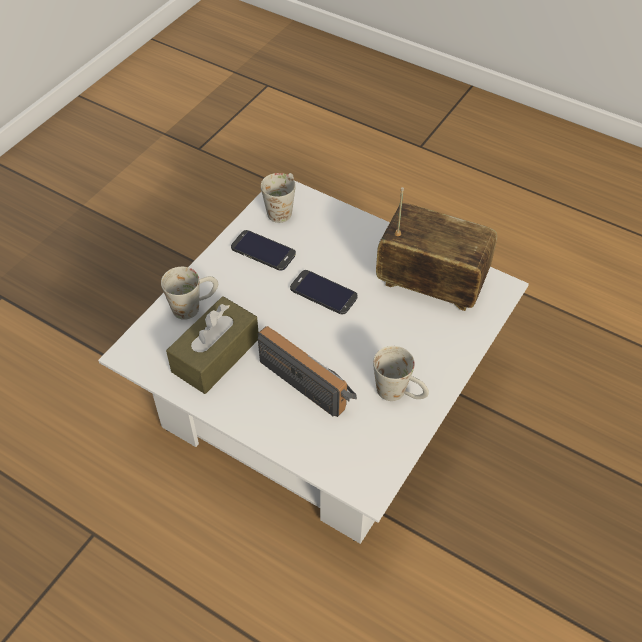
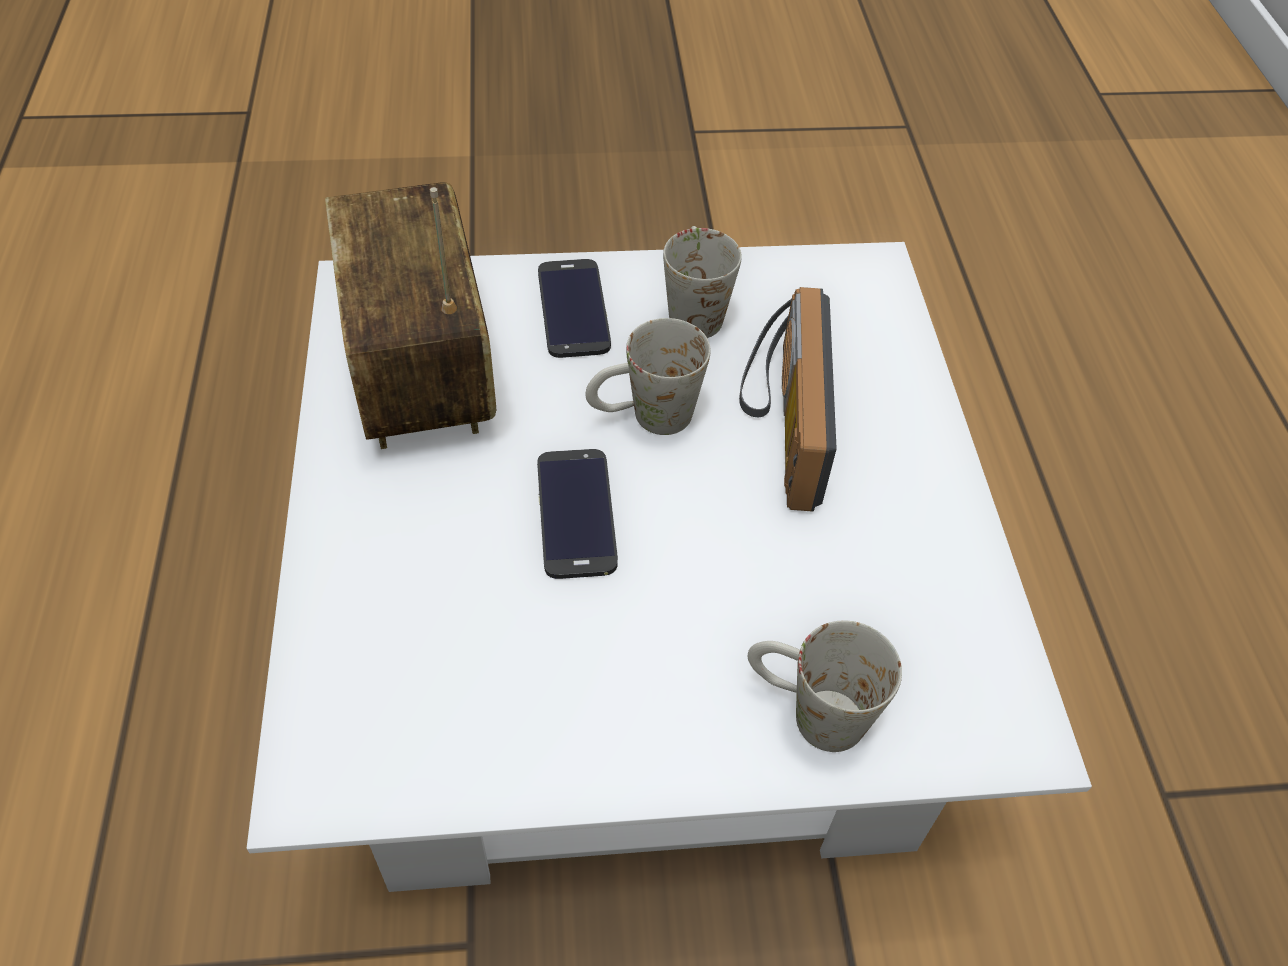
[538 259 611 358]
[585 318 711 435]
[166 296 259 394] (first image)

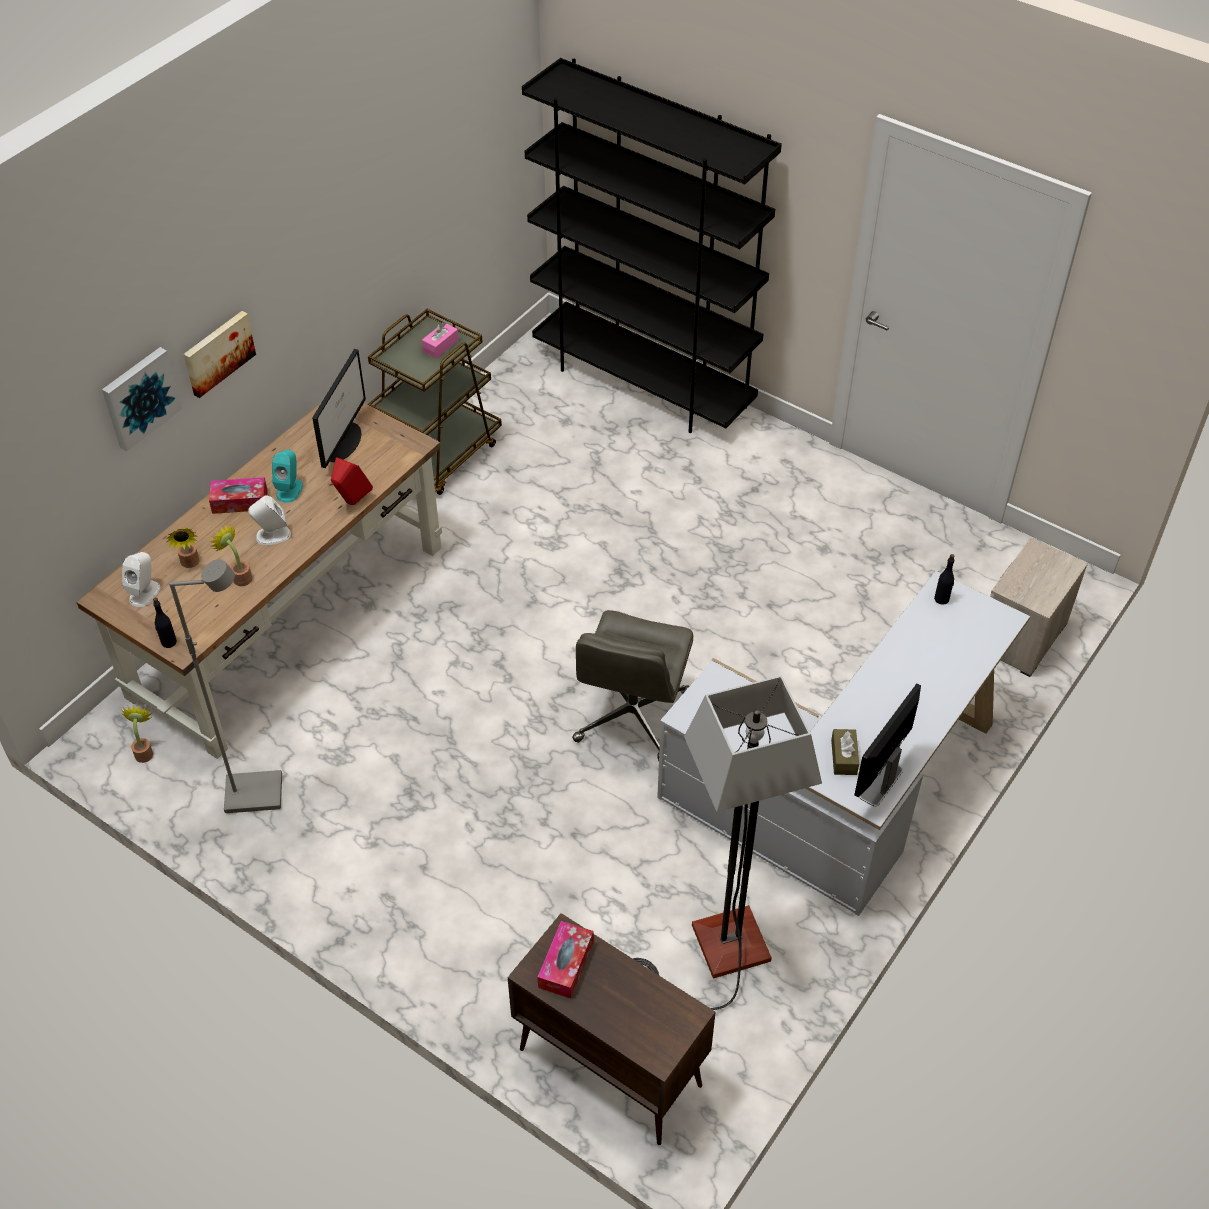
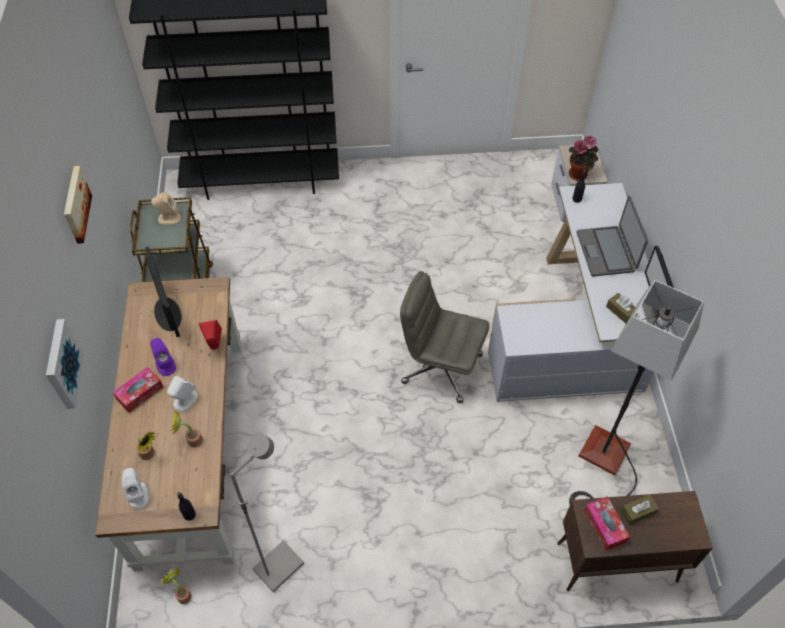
[64 166 92 244]
[150 338 176 376]
[151 192 181 225]
[400 271 489 403]
[569 136 599 181]
[577 196 648 277]
[620 494 659 525]

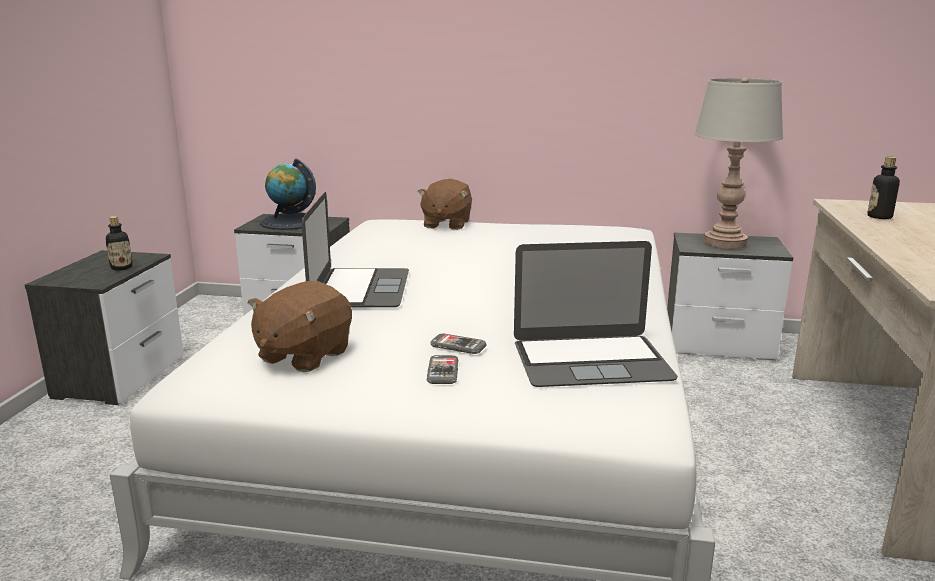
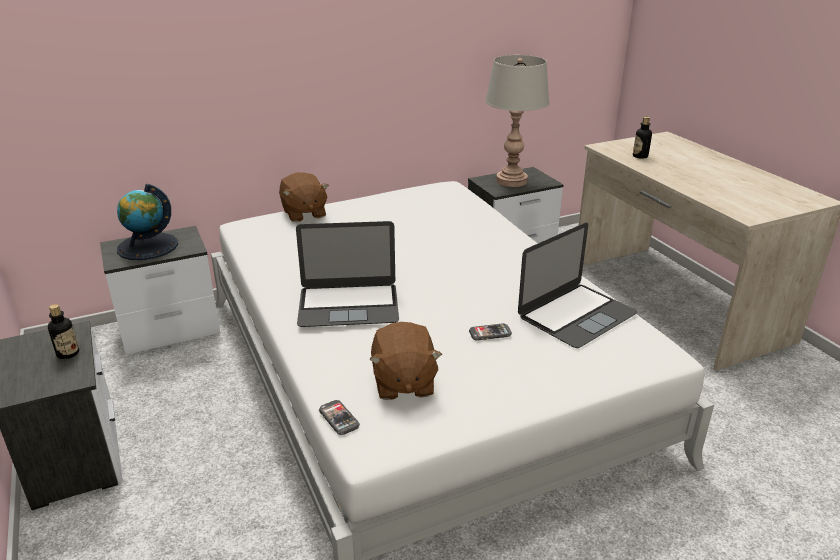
[296 221 399 327]
[319 400 360 435]

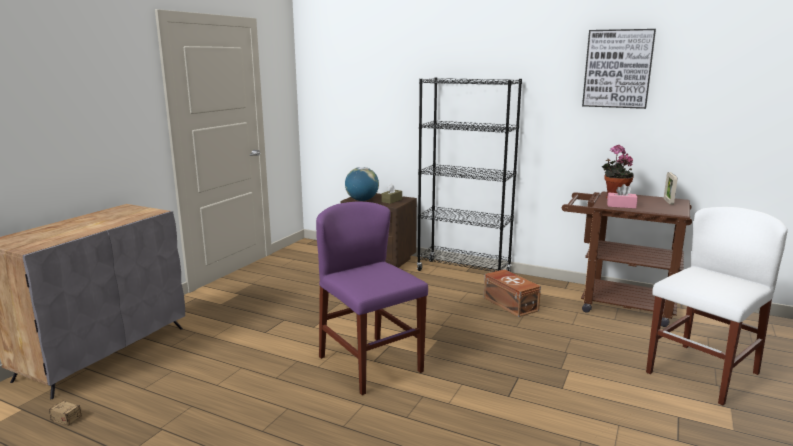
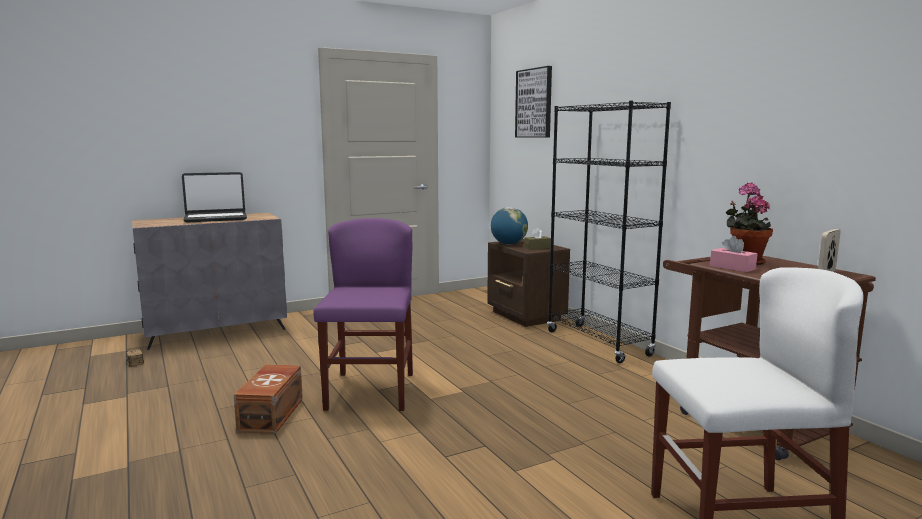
[182 172 247 223]
[234 365 303 434]
[515 66 552 138]

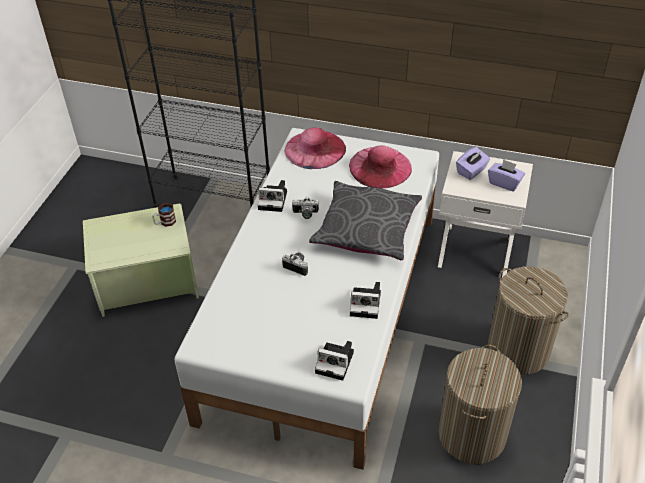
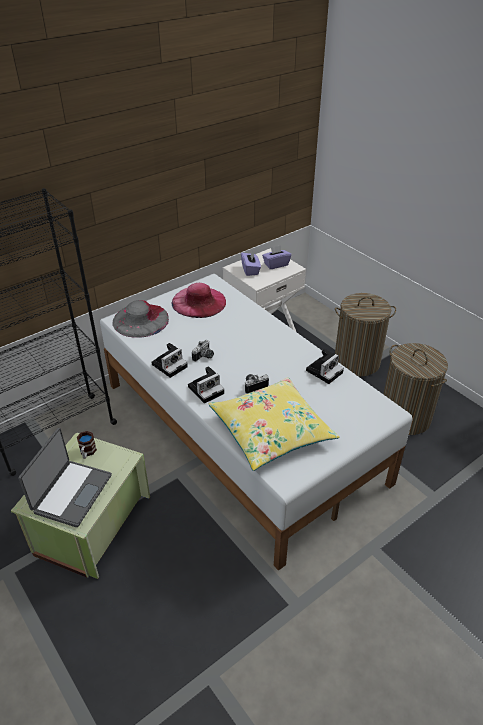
[18 428 112 527]
[113 300 169 338]
[188 366 224 403]
[209 377 340 471]
[309 181 422 260] (first image)

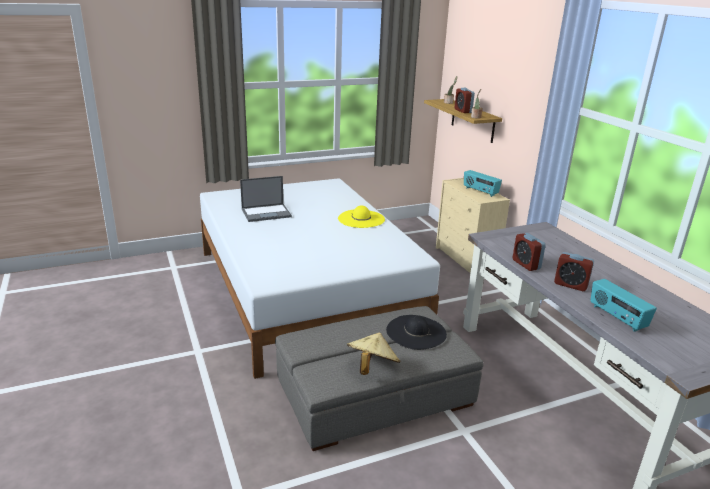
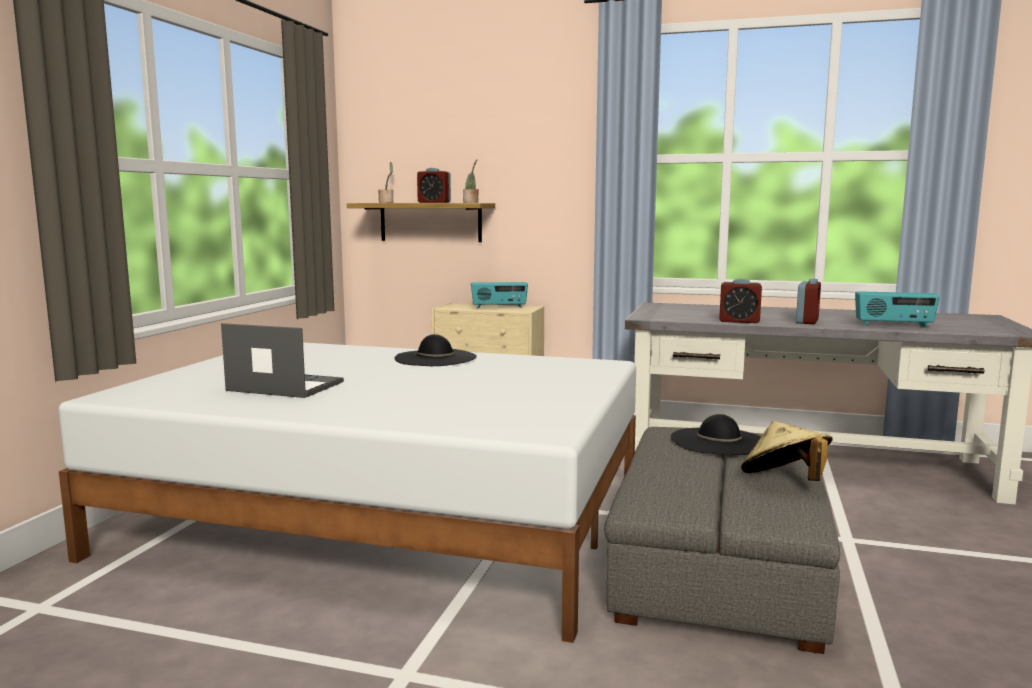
[221 323 344 398]
[395 334 477 366]
[796 279 821 324]

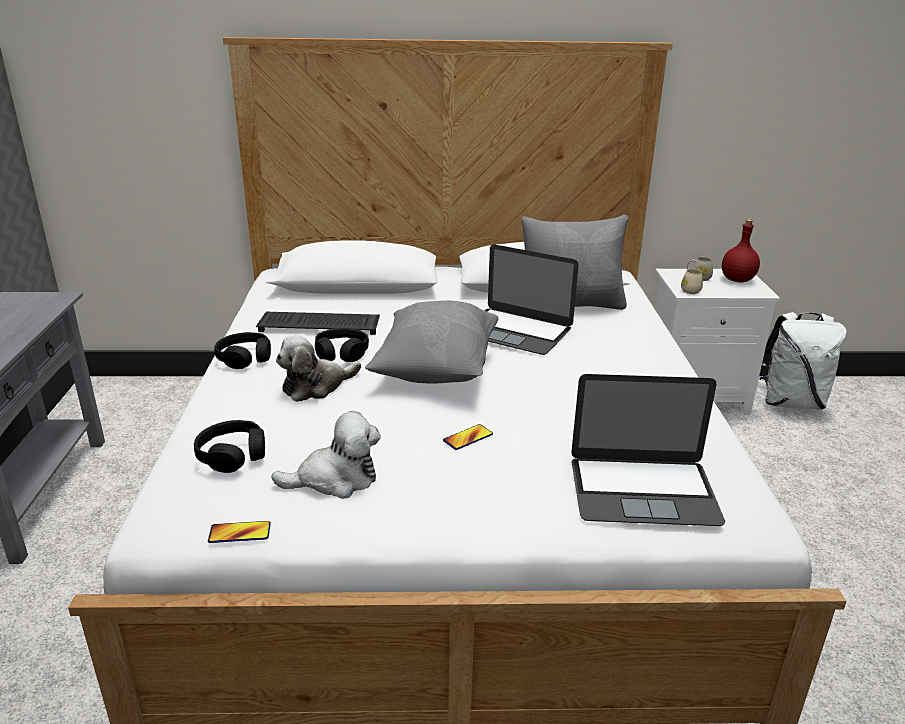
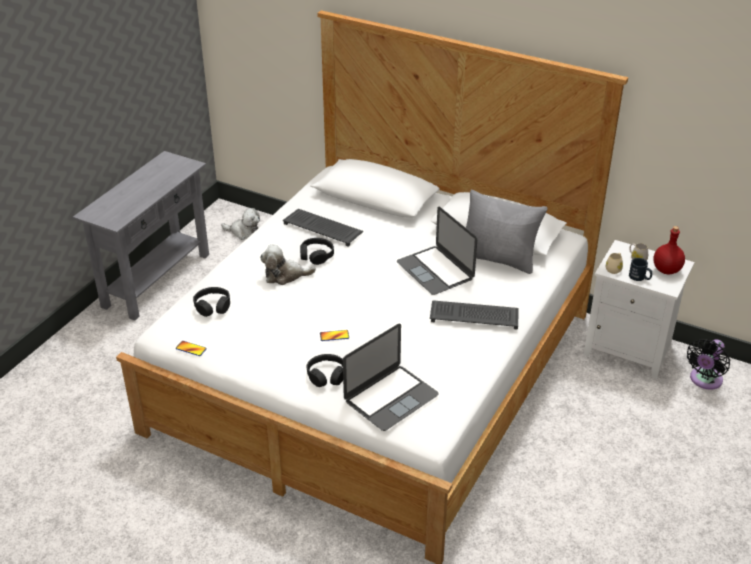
[221 208 260 240]
[307 354 343 387]
[343 324 439 431]
[430 300 519 330]
[629 258 653 281]
[687 339 730 390]
[365 300 499 383] (first image)

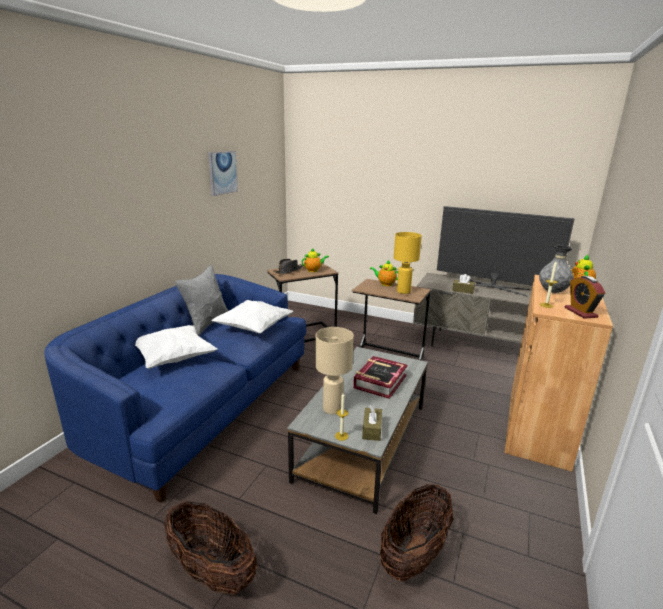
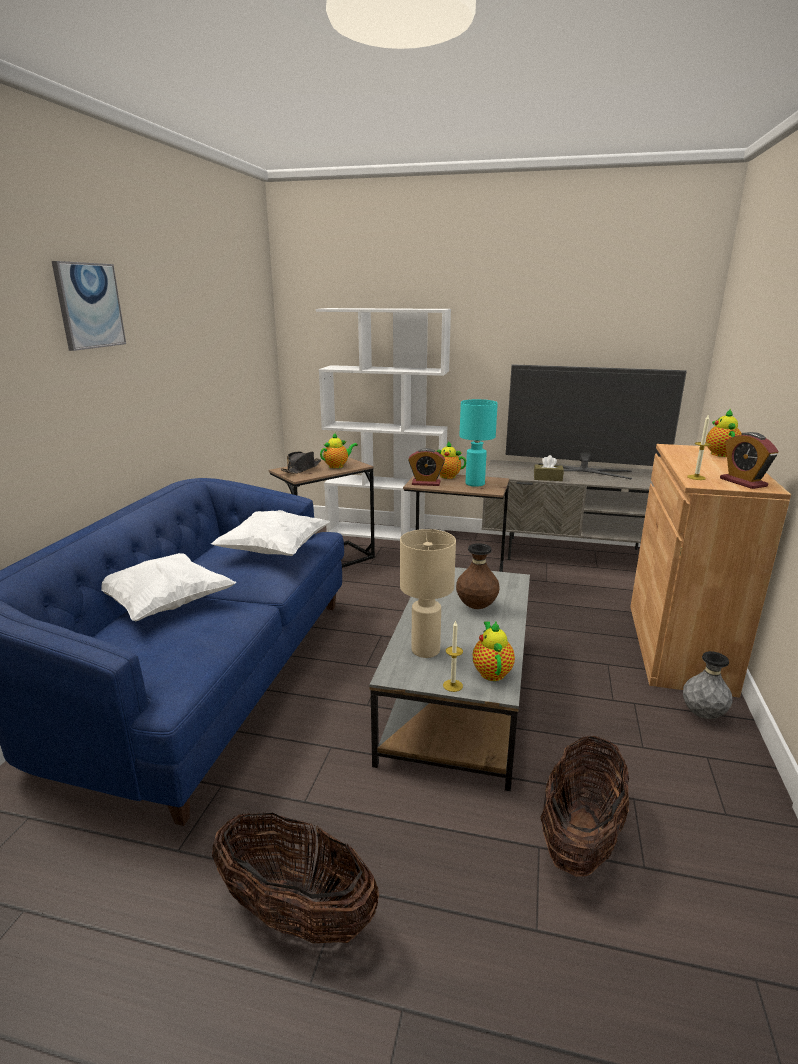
[52 261 126 351]
[316 308 451 541]
[408 448 445 486]
[456 543 500 609]
[459 399 498 487]
[473 621 515 681]
[683 651 733 719]
[175 265 228 336] (first image)

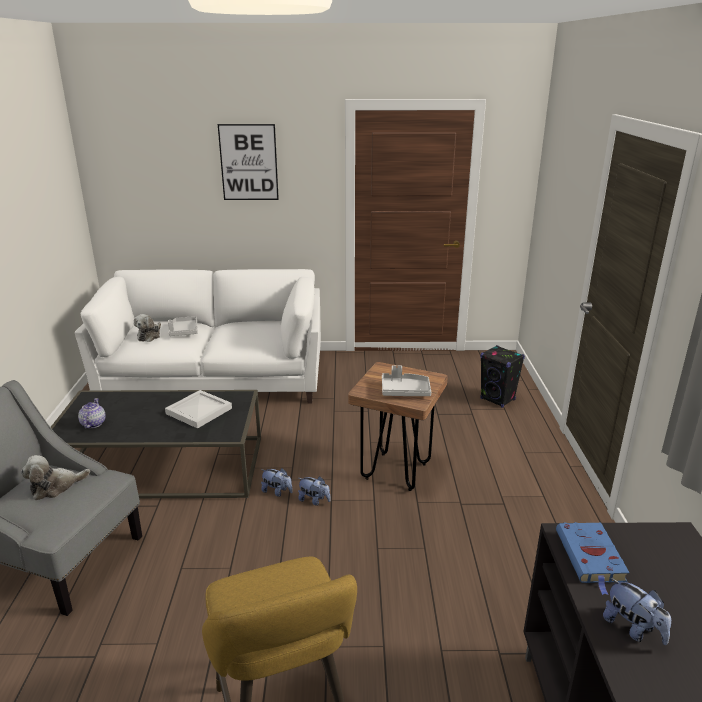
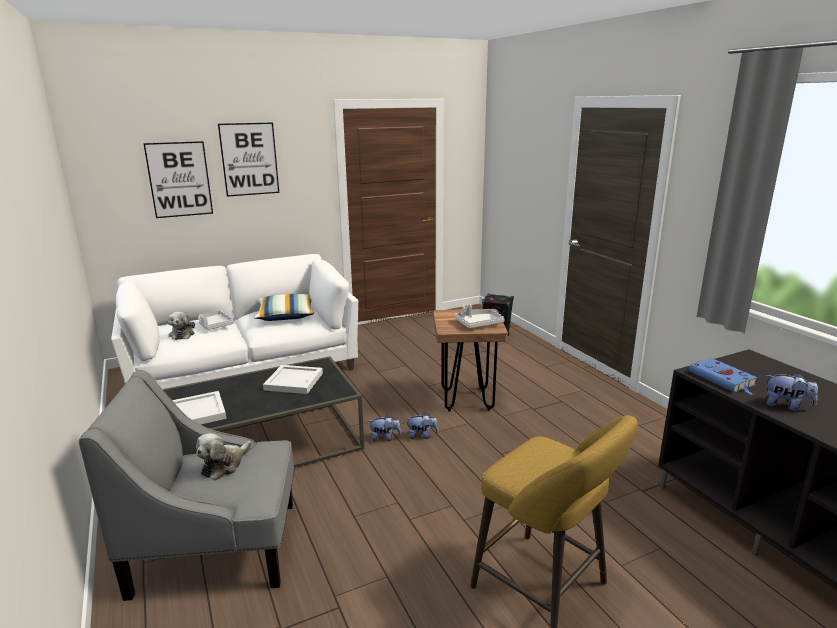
[143 141 213 218]
[172 391 226 425]
[254 294 314 321]

